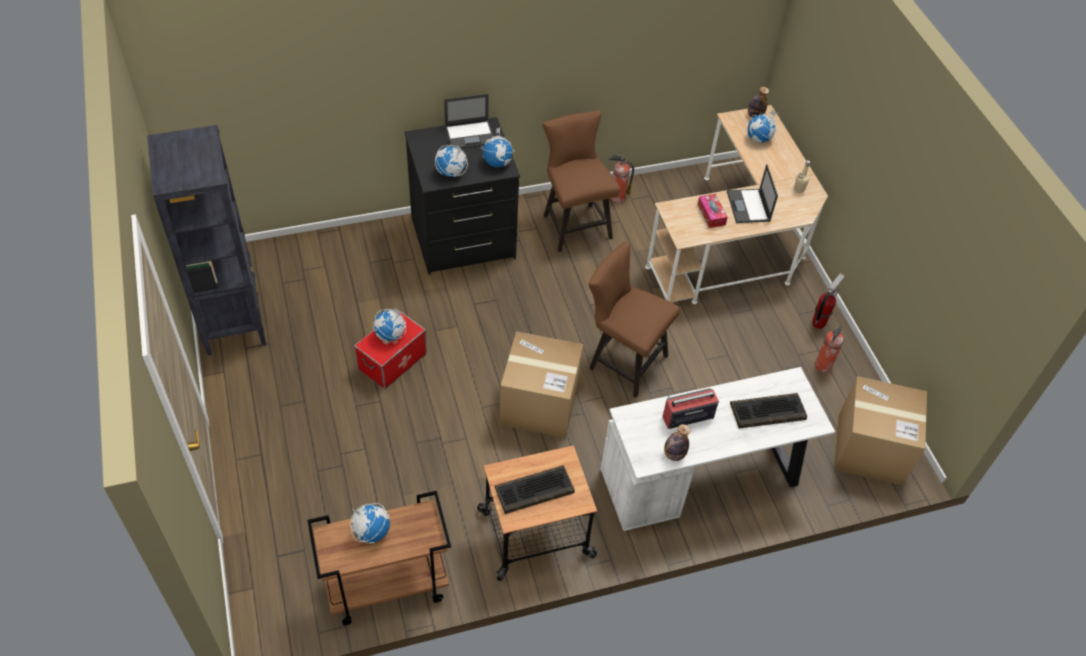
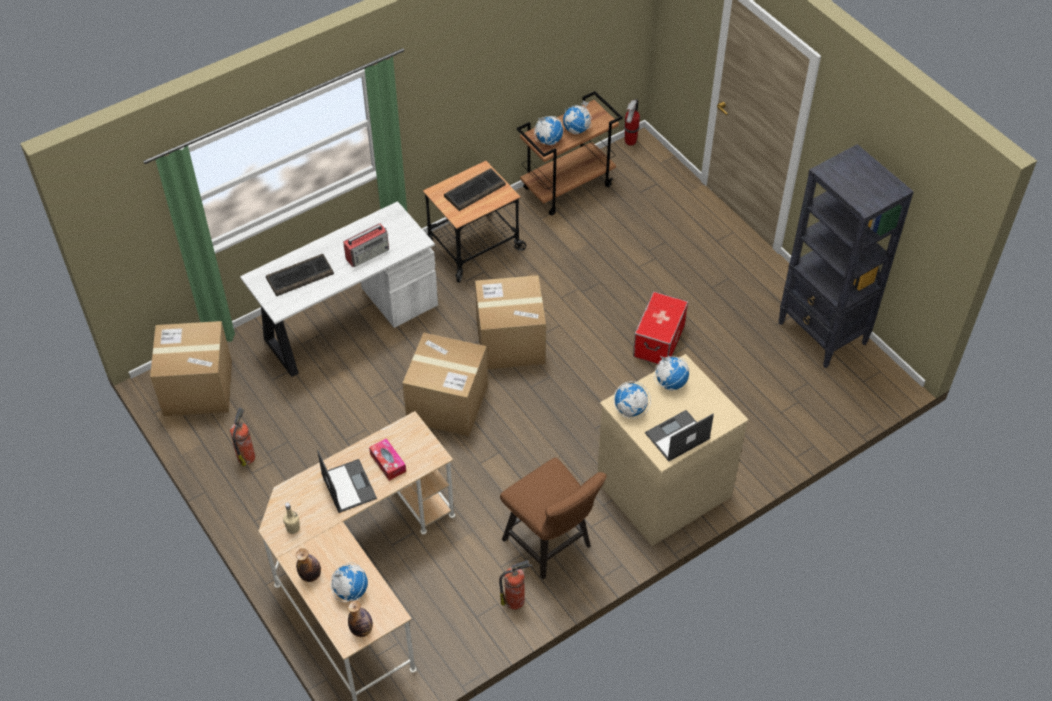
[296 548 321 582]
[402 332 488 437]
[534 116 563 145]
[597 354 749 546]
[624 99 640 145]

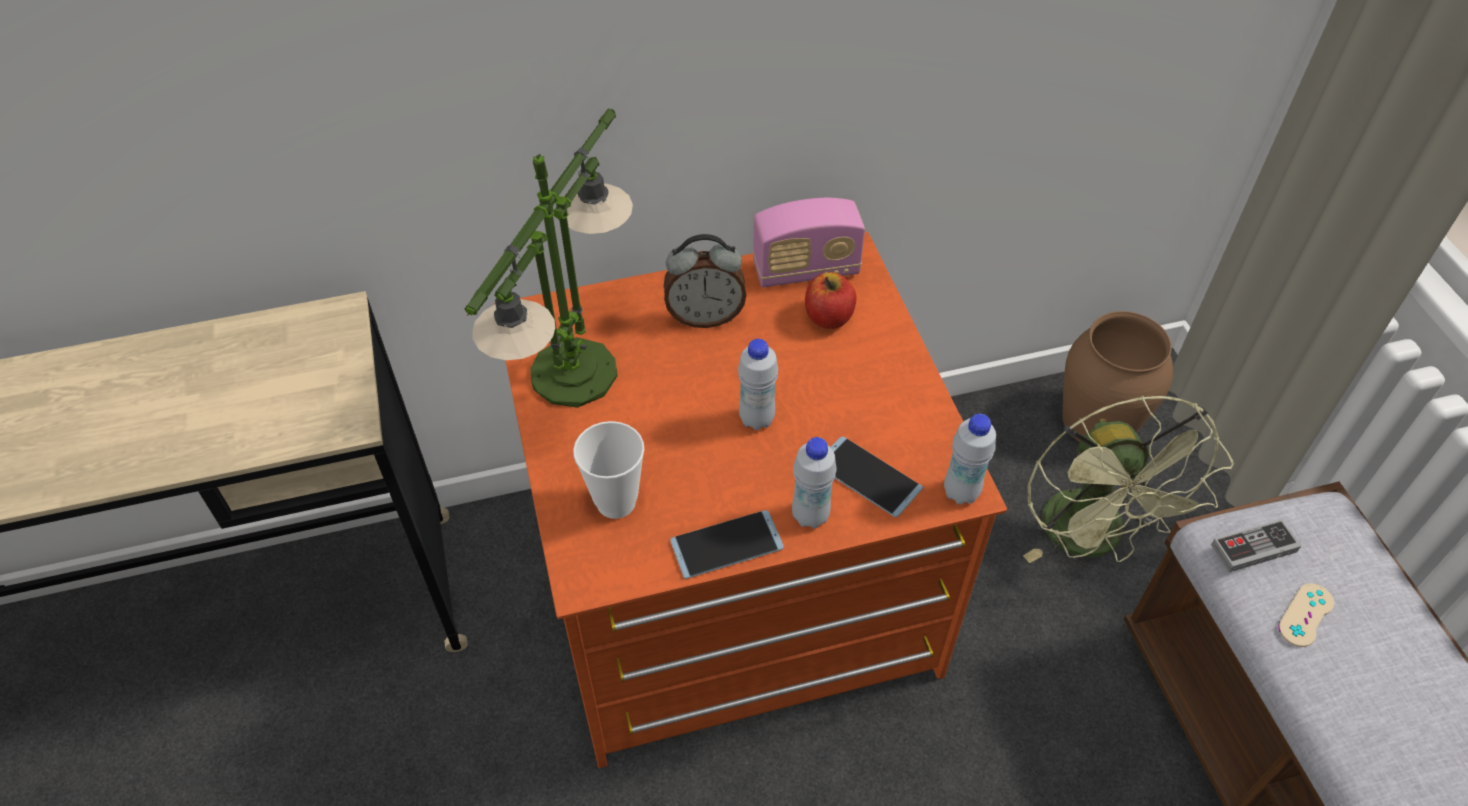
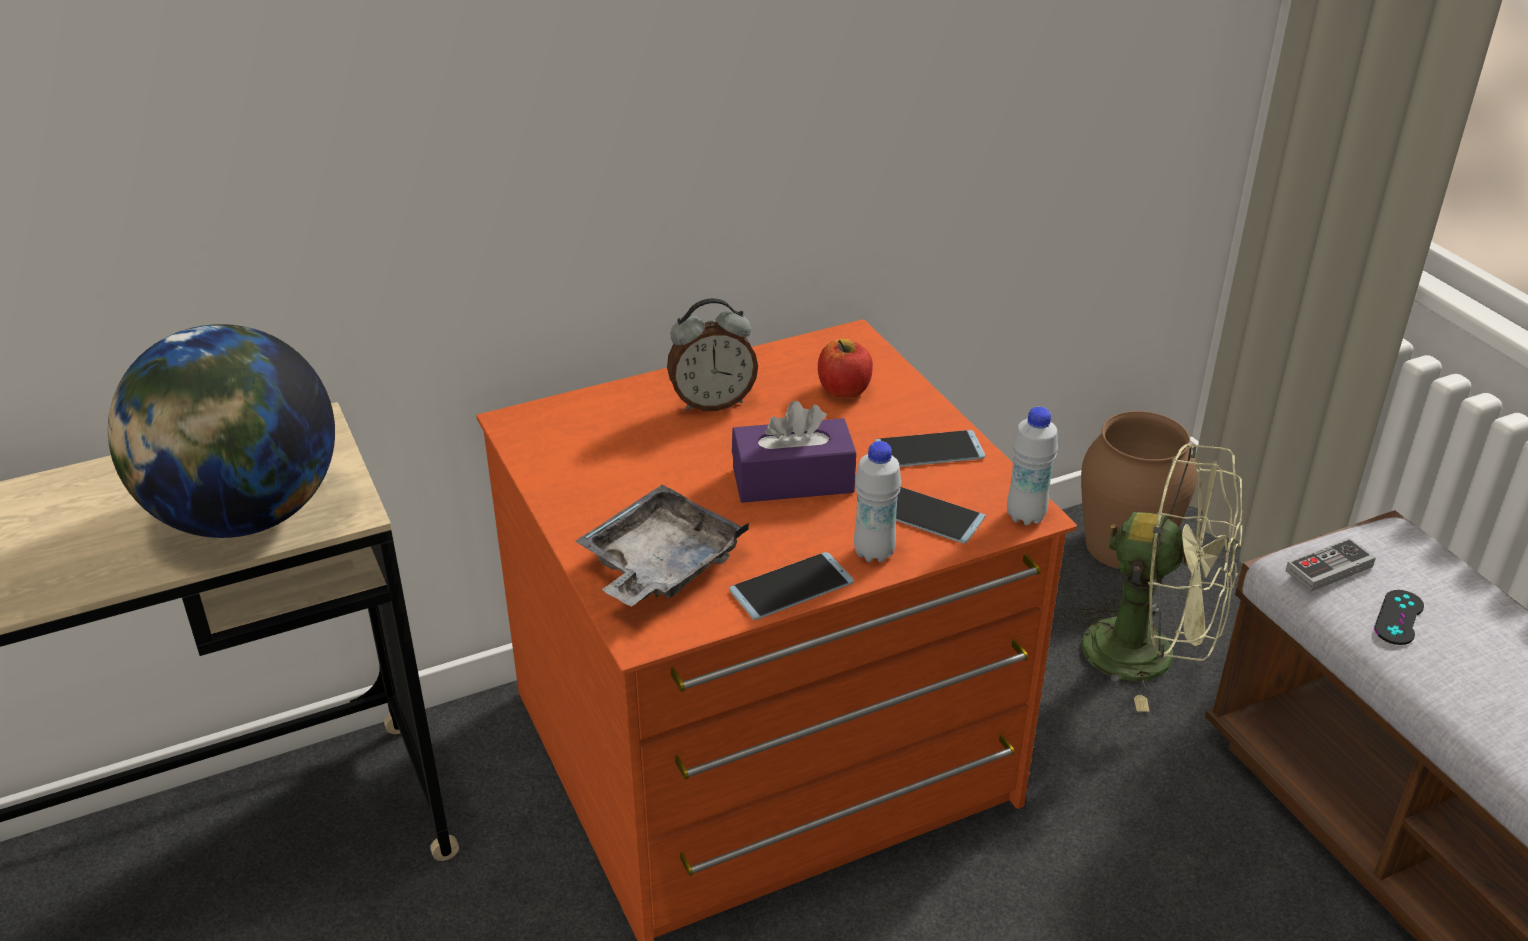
[108 324 335 538]
[575 485 749 607]
[732 401 856 503]
[875 430 985 467]
[1063 442 1242 711]
[1374 590 1424 645]
[465 108 633 408] (first image)
[753 198 865 287] (first image)

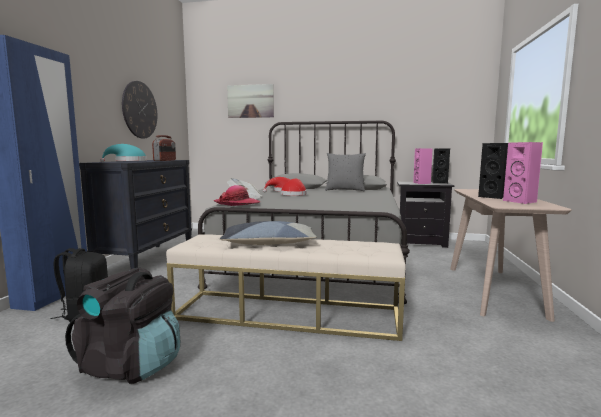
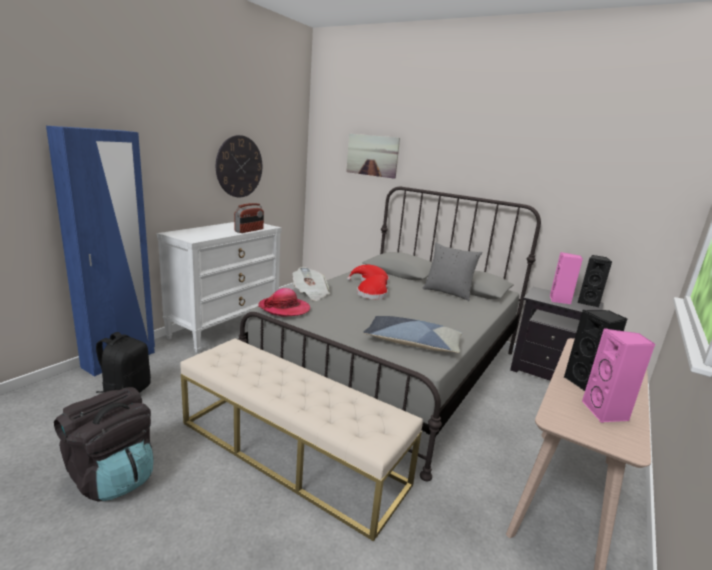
[157 222 282 353]
[363 316 463 353]
[100 144 147 162] (first image)

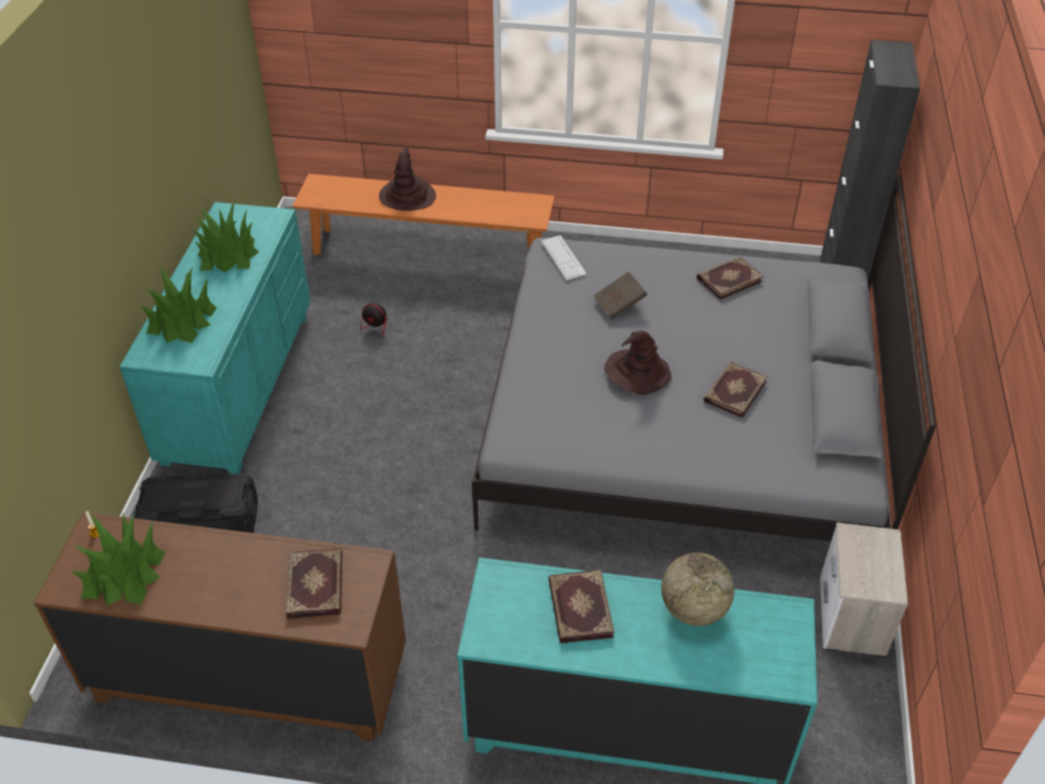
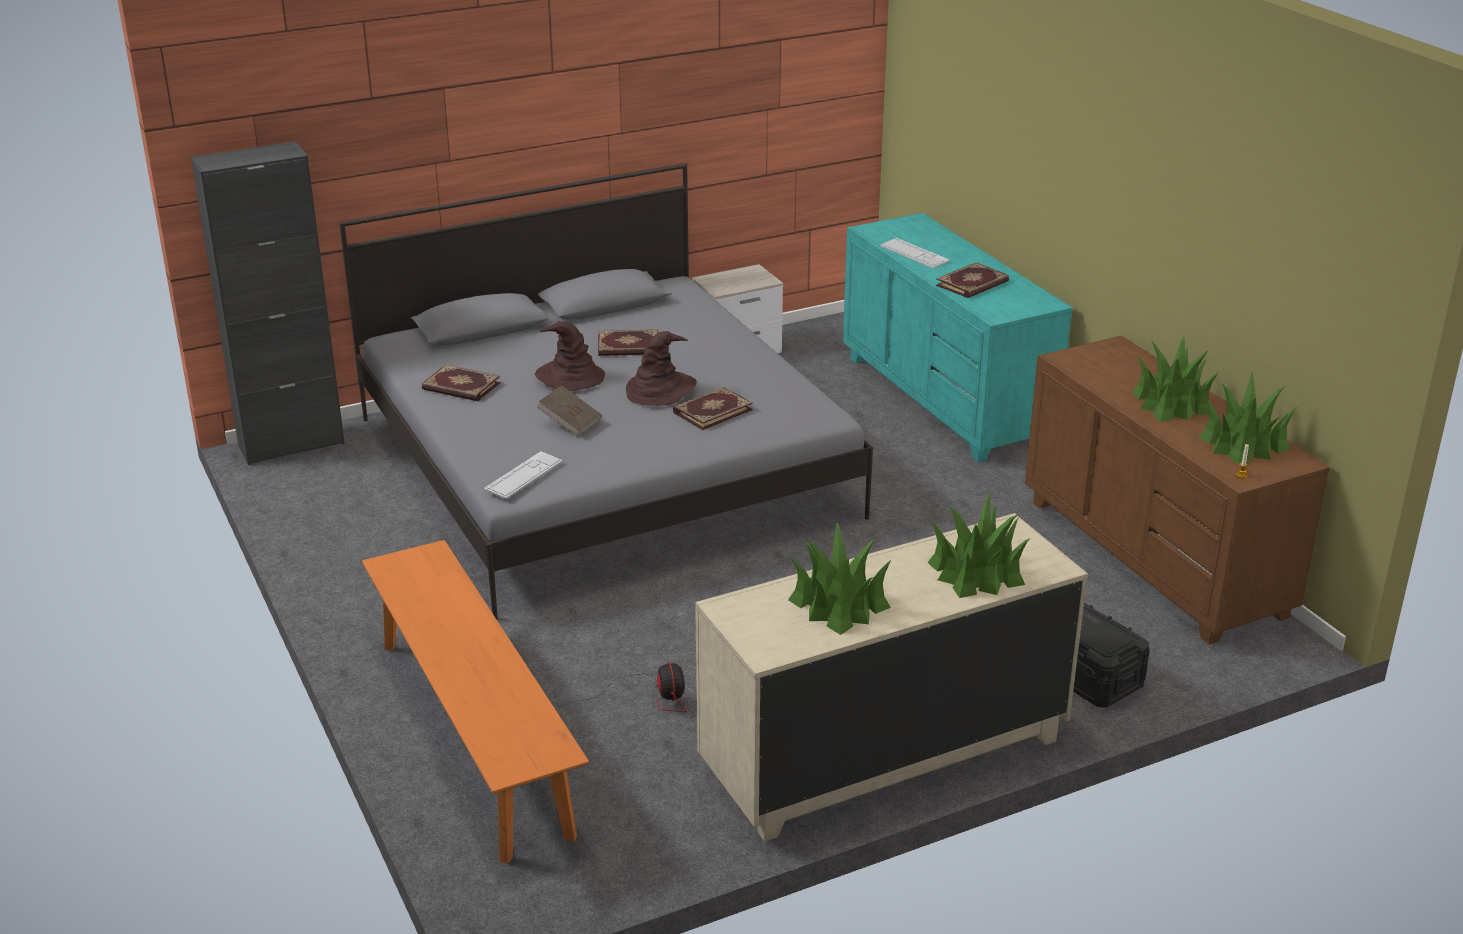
[535 321 605 391]
[673 387 753 430]
[695 513 1088 842]
[880 238 950 268]
[1132 336 1218 422]

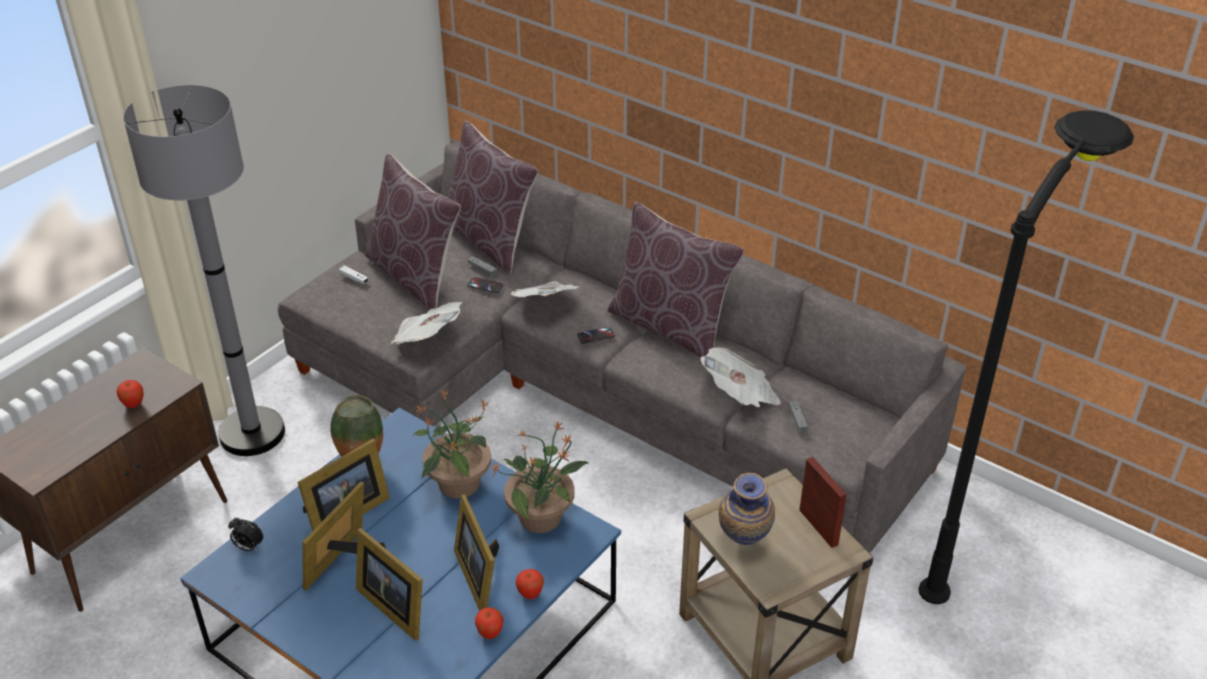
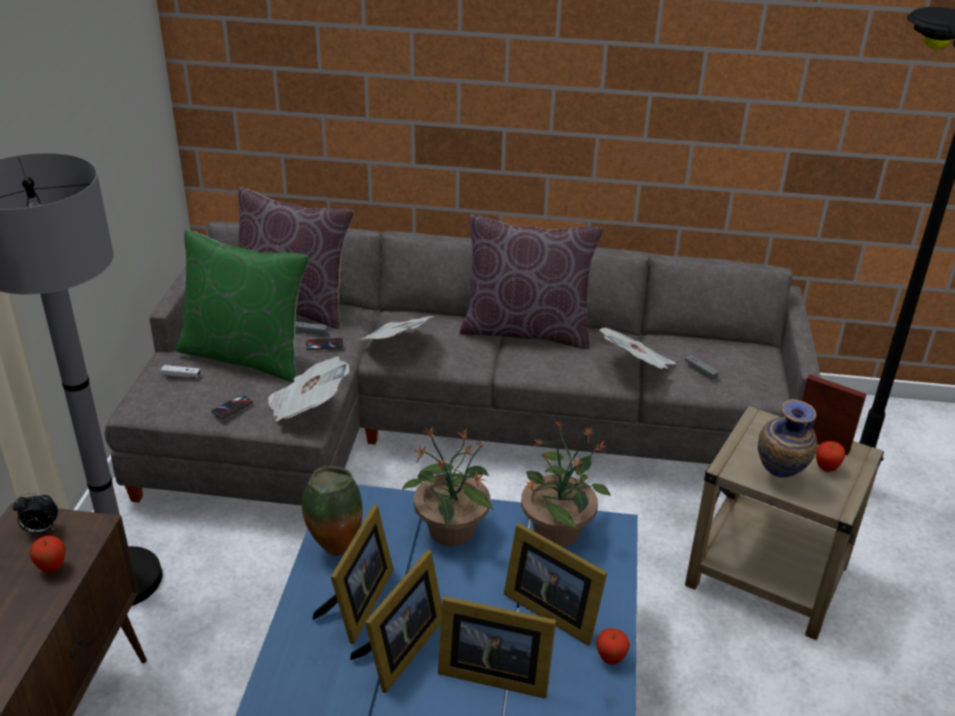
[13 493 58 534]
[175 230 309 382]
[211 395 253 419]
[350 550 442 693]
[816 441 845 472]

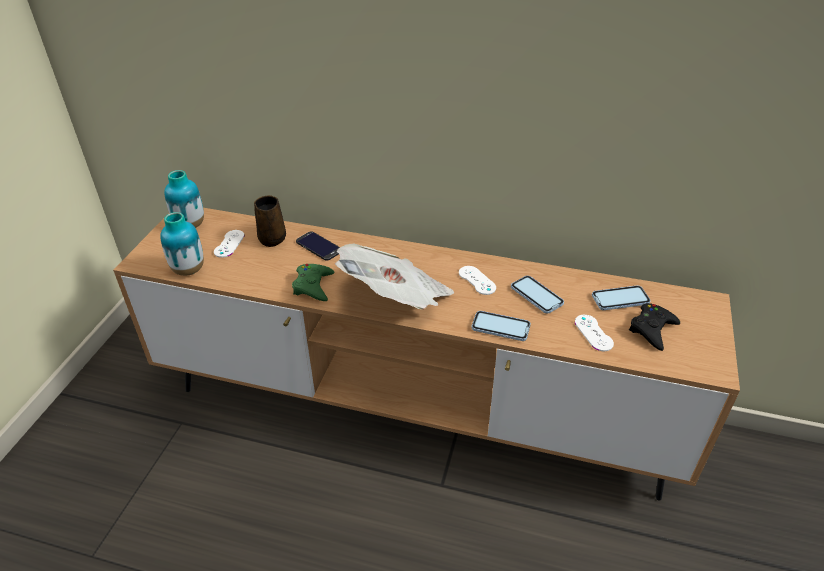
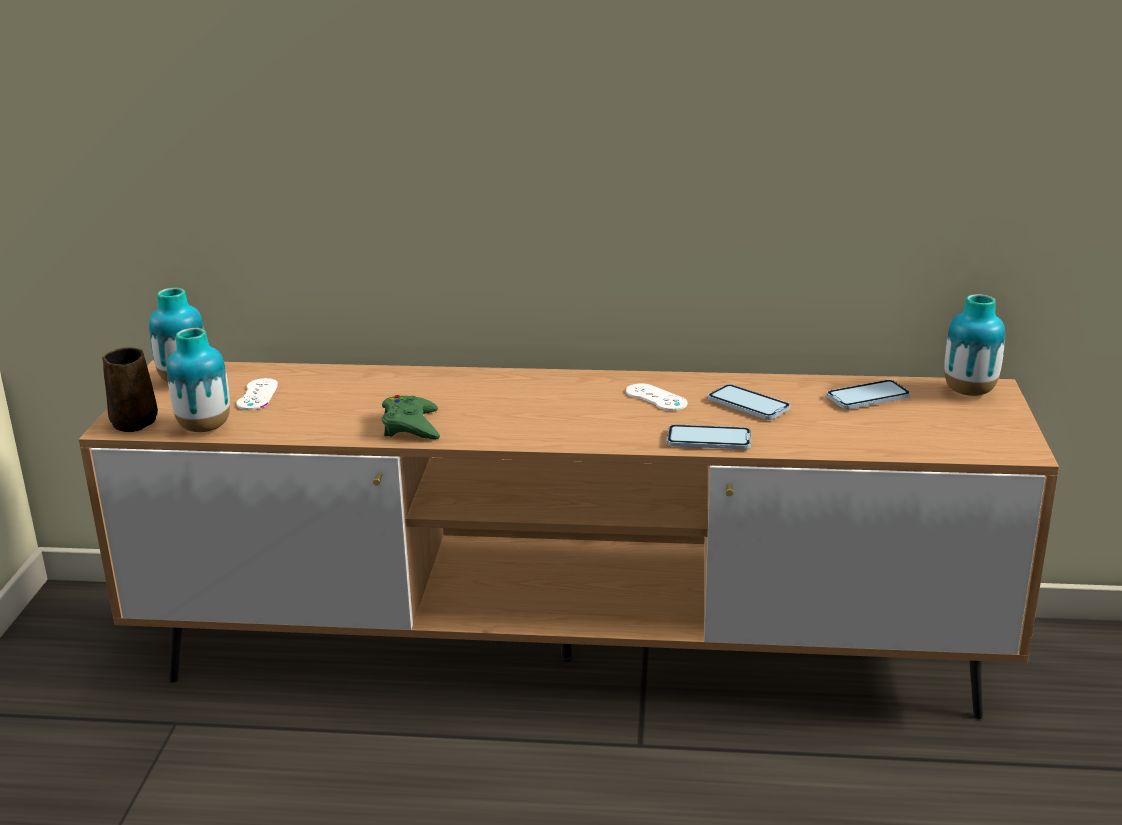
[102 347 158 432]
[944 294 1005 396]
[296 231 340 261] (first image)
[335 243 454 310] (first image)
[575 315 614 351] (first image)
[629 303 680 351] (first image)

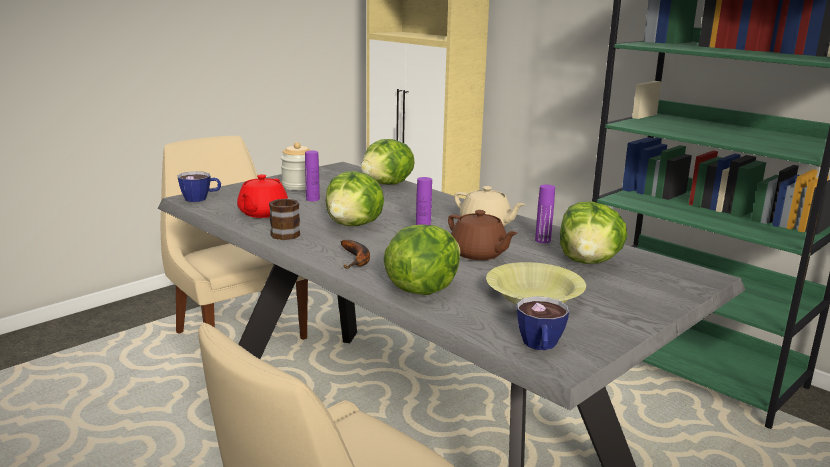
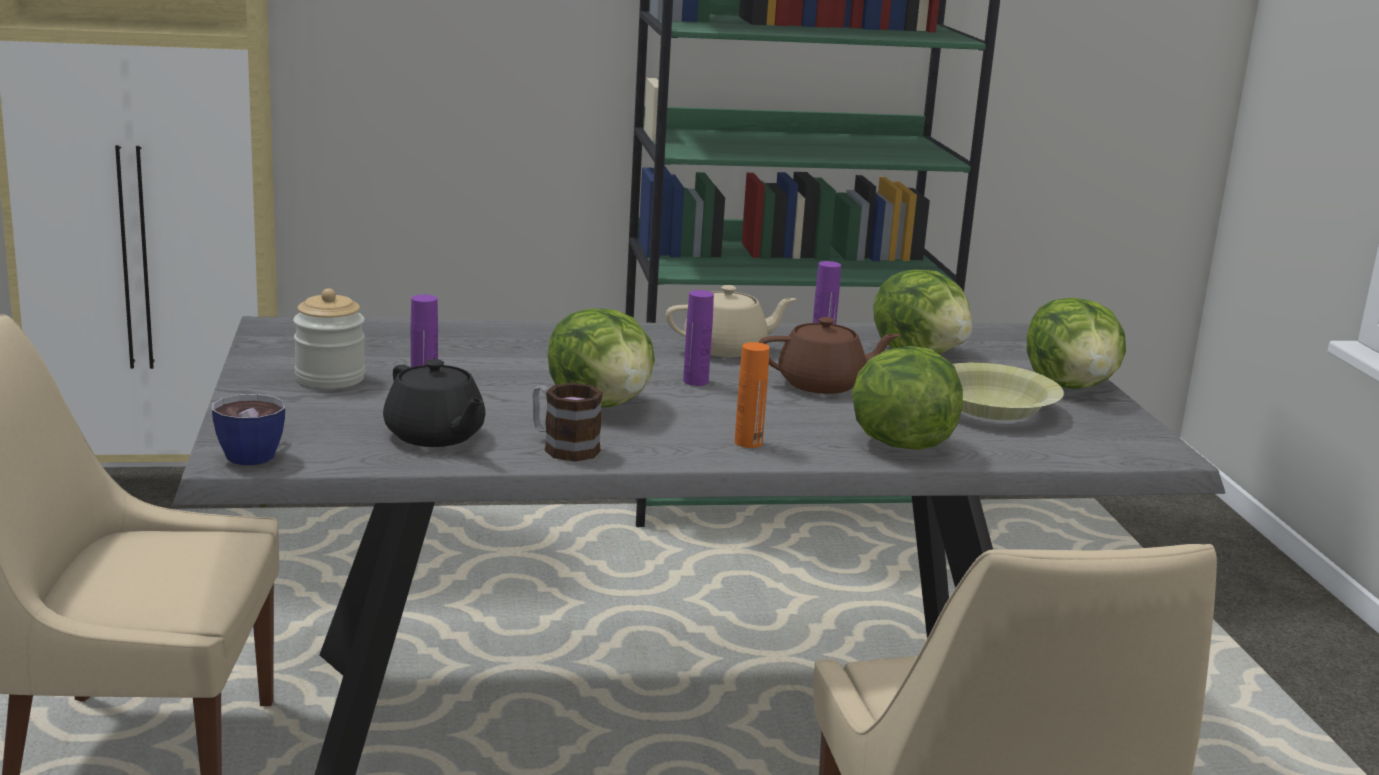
[383 359 486 447]
[735 342 770 448]
[1027 298 1126 389]
[517 296 569 350] (first image)

